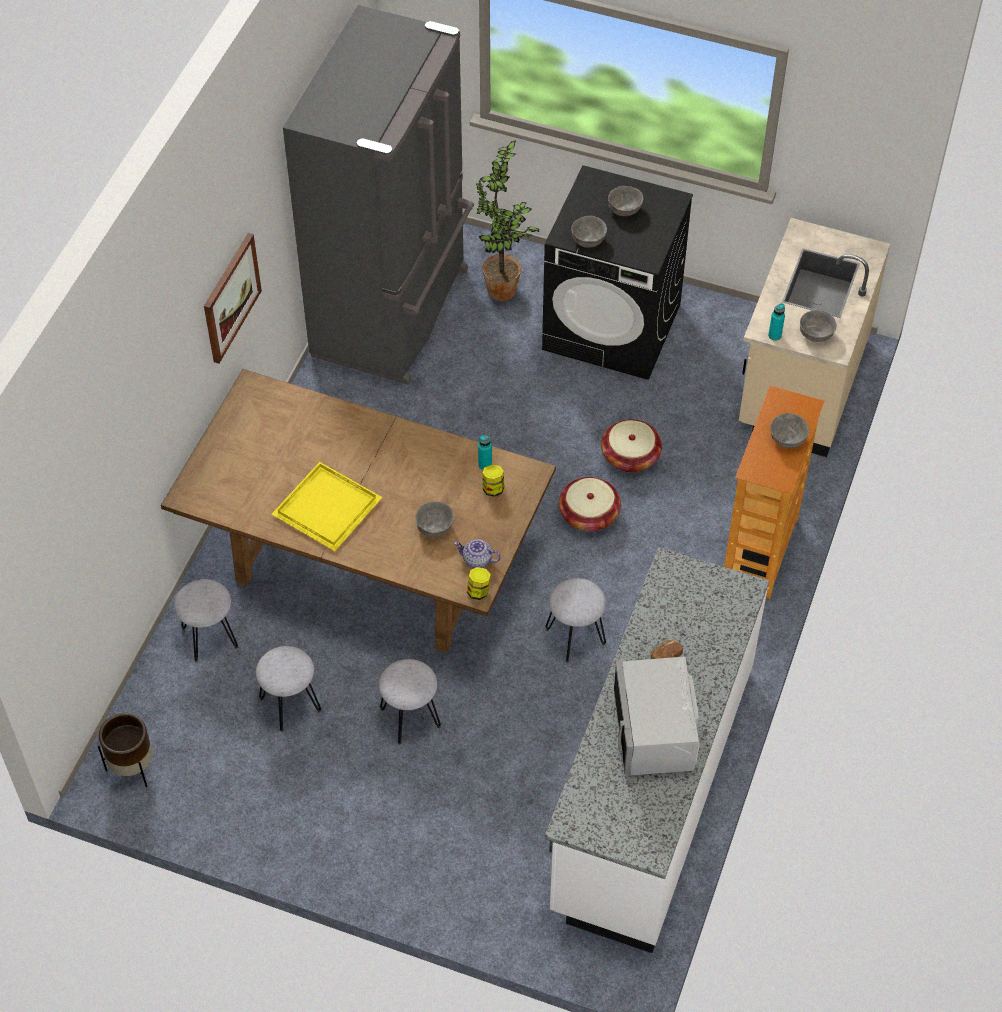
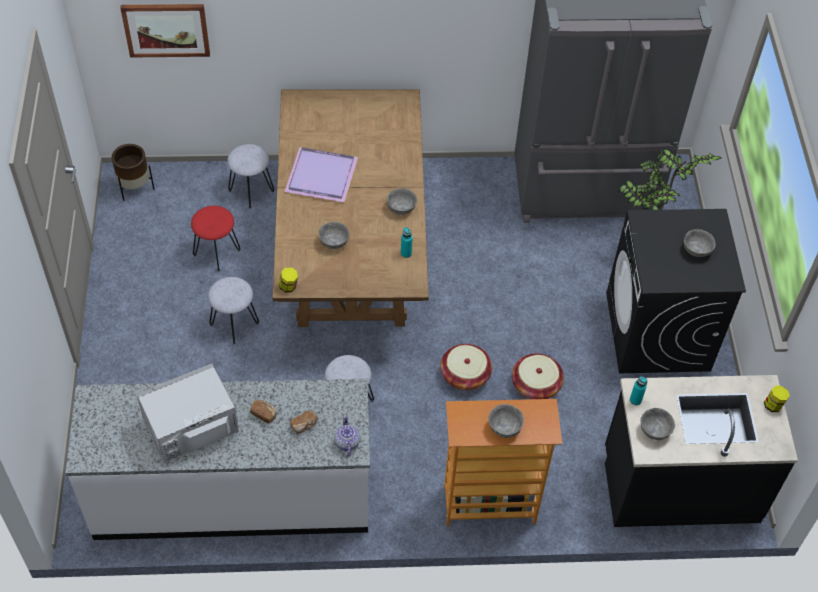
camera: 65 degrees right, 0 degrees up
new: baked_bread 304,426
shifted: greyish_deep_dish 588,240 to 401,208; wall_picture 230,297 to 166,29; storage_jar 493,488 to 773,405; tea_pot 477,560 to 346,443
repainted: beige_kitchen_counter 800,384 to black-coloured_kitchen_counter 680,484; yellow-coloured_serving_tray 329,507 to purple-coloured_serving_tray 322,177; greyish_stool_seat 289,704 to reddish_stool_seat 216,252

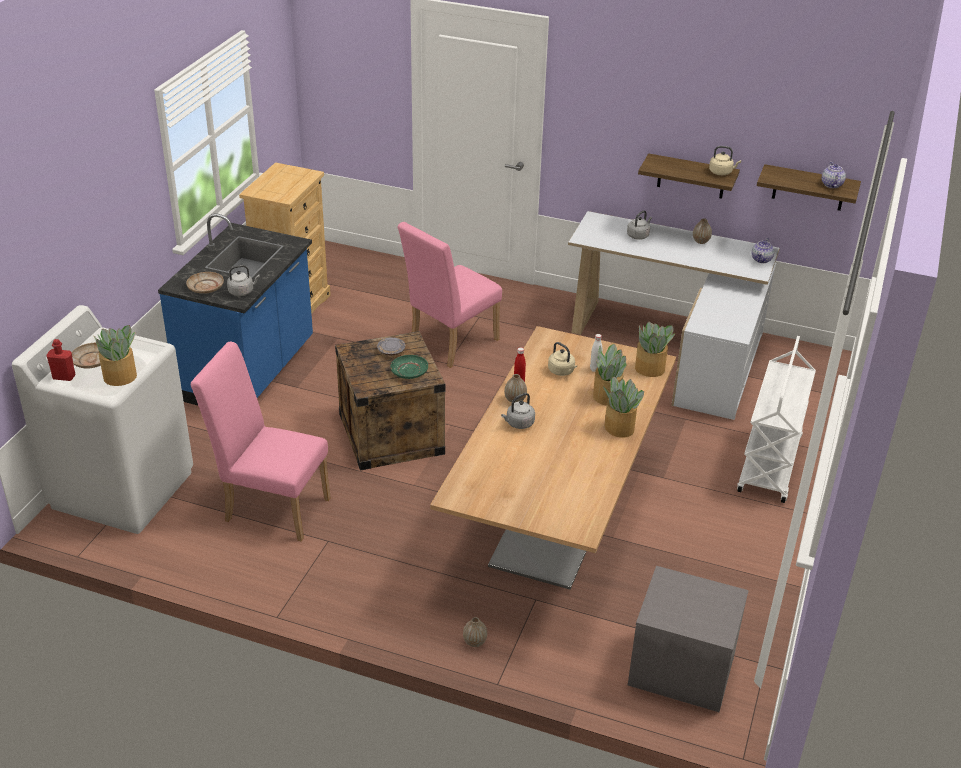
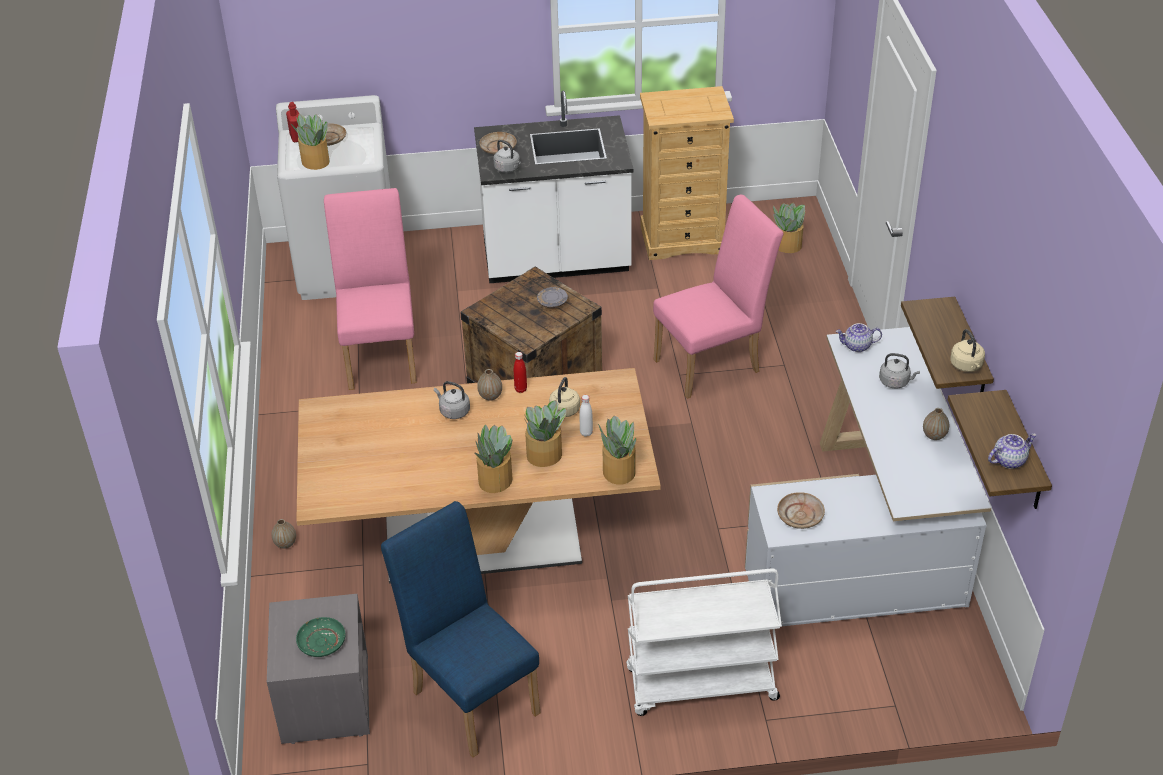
camera: 65 degrees right, 5 degrees up
new: potted_plant 787,245; beige_plate 800,515; blue_chair 471,695
shifted: tea_pot 761,259 to 857,346; green_plate 409,371 to 321,642
repainted: blue_kitchen_counter 249,372 to white_kitchen_counter 556,260
rotated: pink-coloured_chair 449,344 = 714,363 135 degrees clockwise

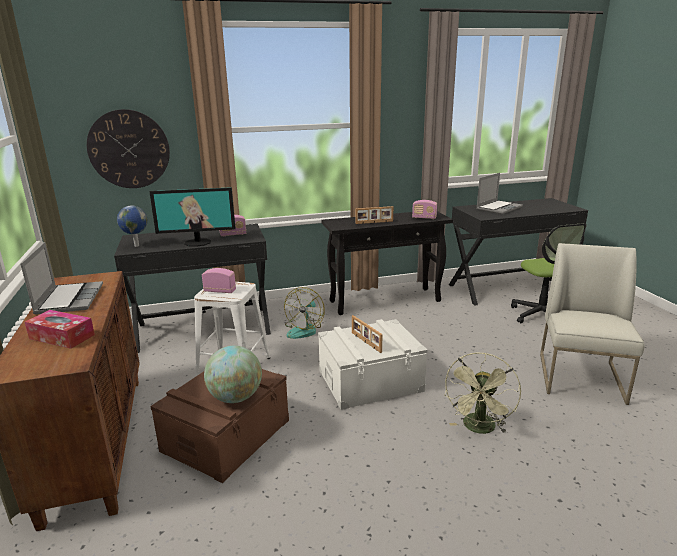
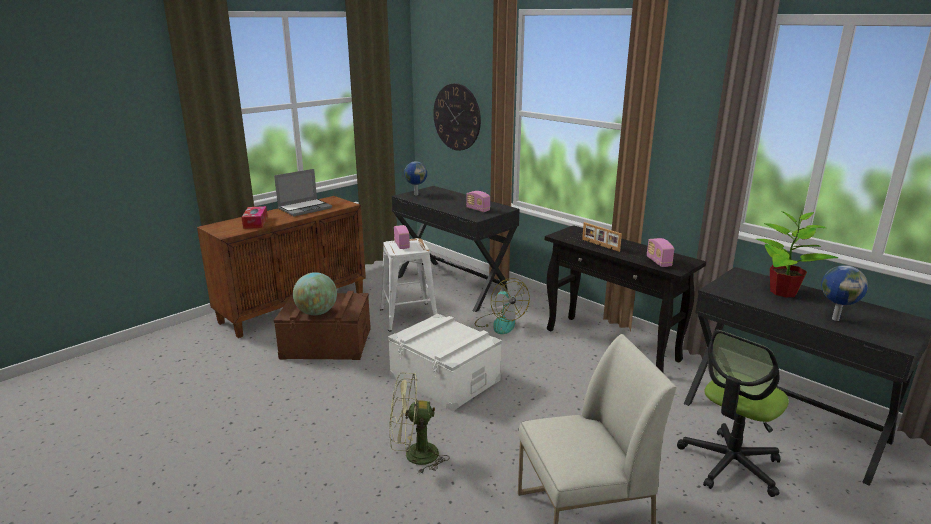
camera: 60 degrees right, 0 degrees up
gone: computer_screen 198,242; picture_frame 365,342
new: globe 835,319
swapped: notebook_computer 498,208 to potted_plant 782,292
rotated: electric_fan 304,329 = 500,323 105 degrees counterclockwise

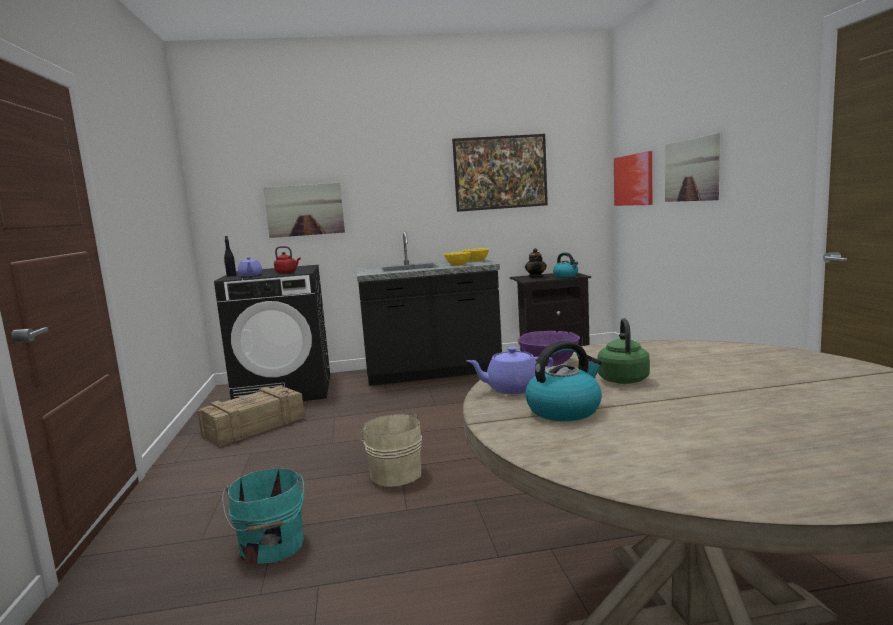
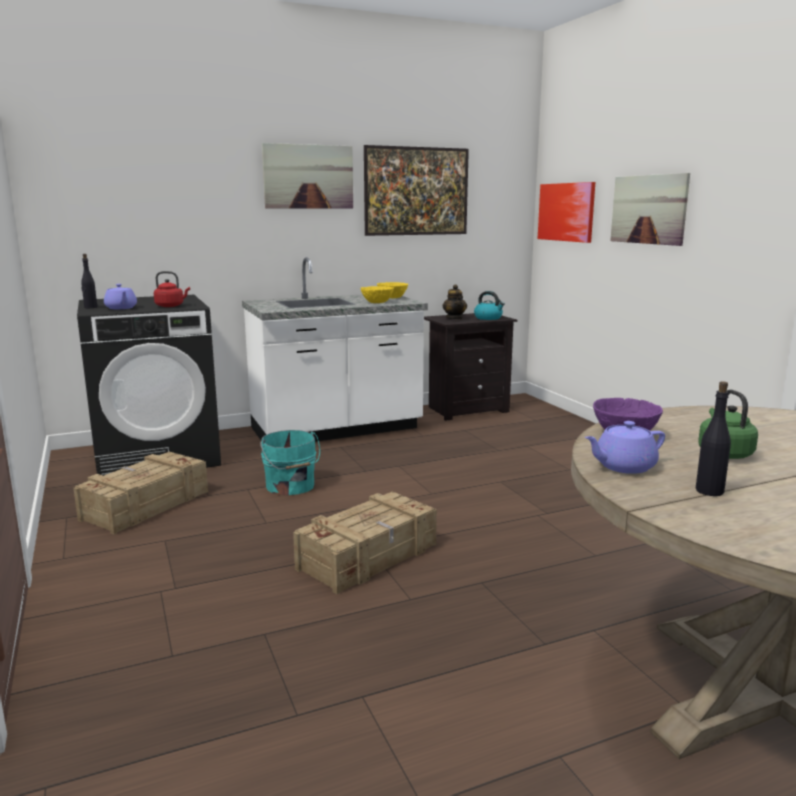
camera: 15 degrees left, 5 degrees up
shifted: wall_picture 305,210 to 308,176; turquoise_water_bucket 271,546 to 290,486
swapped: water_kettle 564,410 to black-coloured_beverage_bottle 709,491; beige_water_bucket 395,473 to packing_crate 369,556
repainted: black-coloured_kitchen_counter 432,372 to white_kitchen_counter 336,430

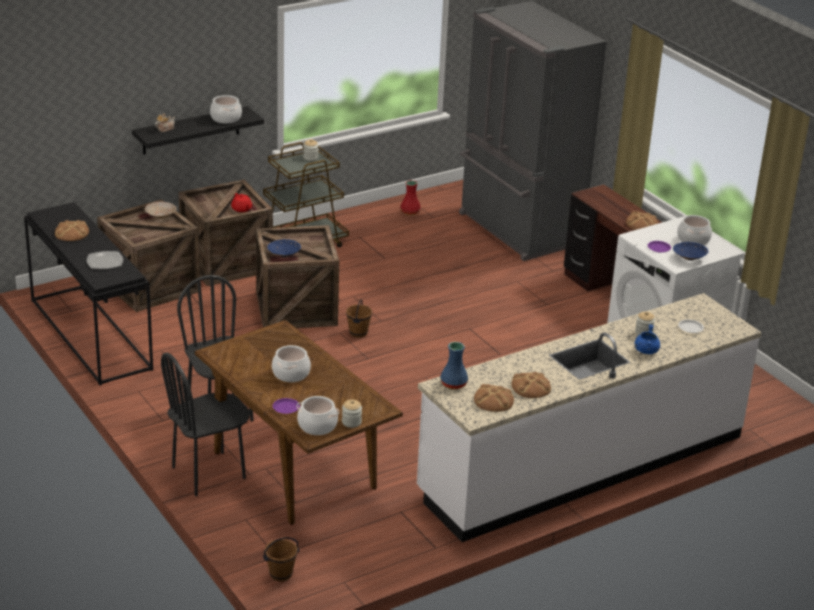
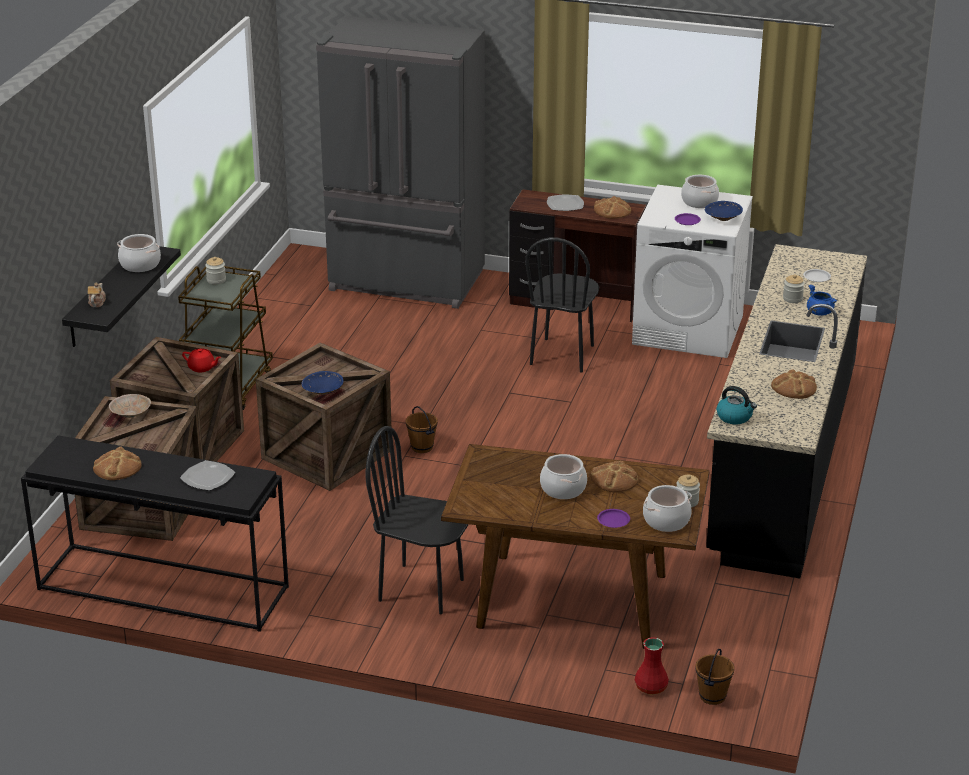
camera: 40 degrees left, 0 degrees up
new: plate 565,204
shifted: reddish_vase 409,212 to 650,687; black-coloured_chair 209,473 to 562,355; baked_bread 493,400 to 614,479
swapped: blue_vase 453,384 to water_kettle 735,417
repainted: white_kitchen_counter 582,464 to black-coloured_kitchen_counter 781,460

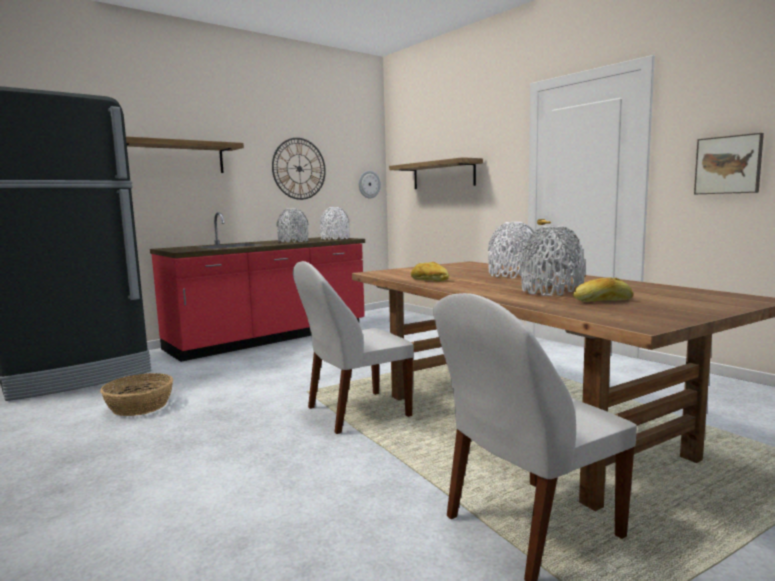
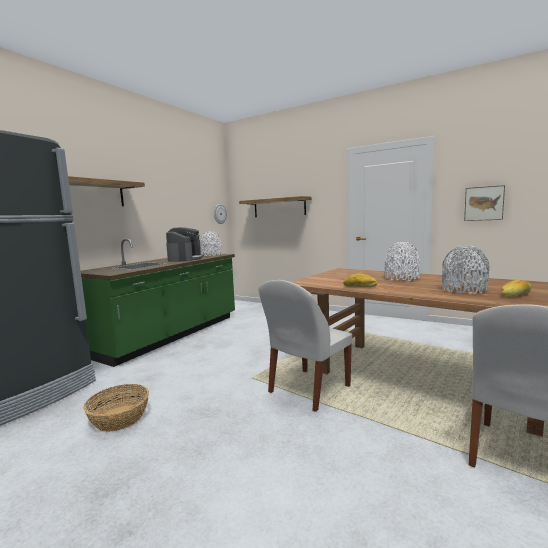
camera: 20 degrees left, 0 degrees up
gone: clock_on_the_wall 299,169
swapped: greyish_vase 293,241 to coffee_machine 185,259
repainted: reddish_kitchen_counter 270,337 to green_kitchen_counter 170,335

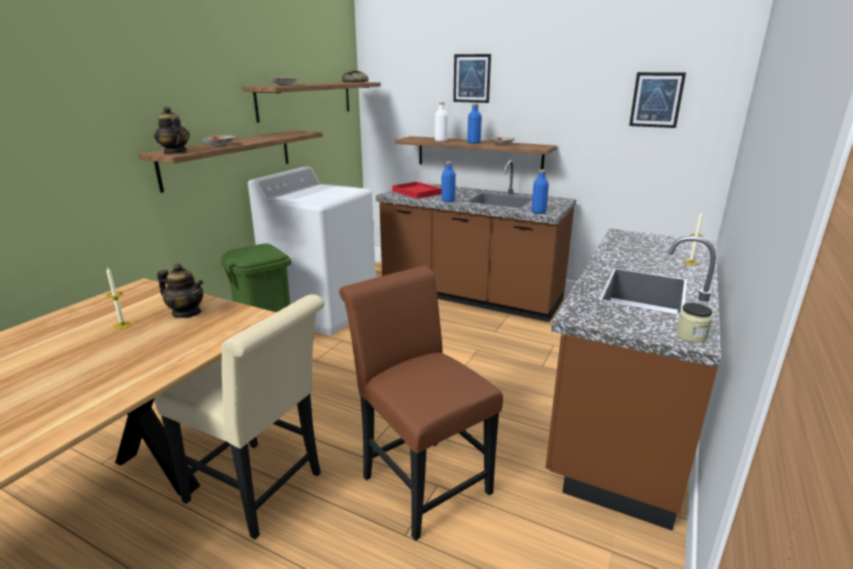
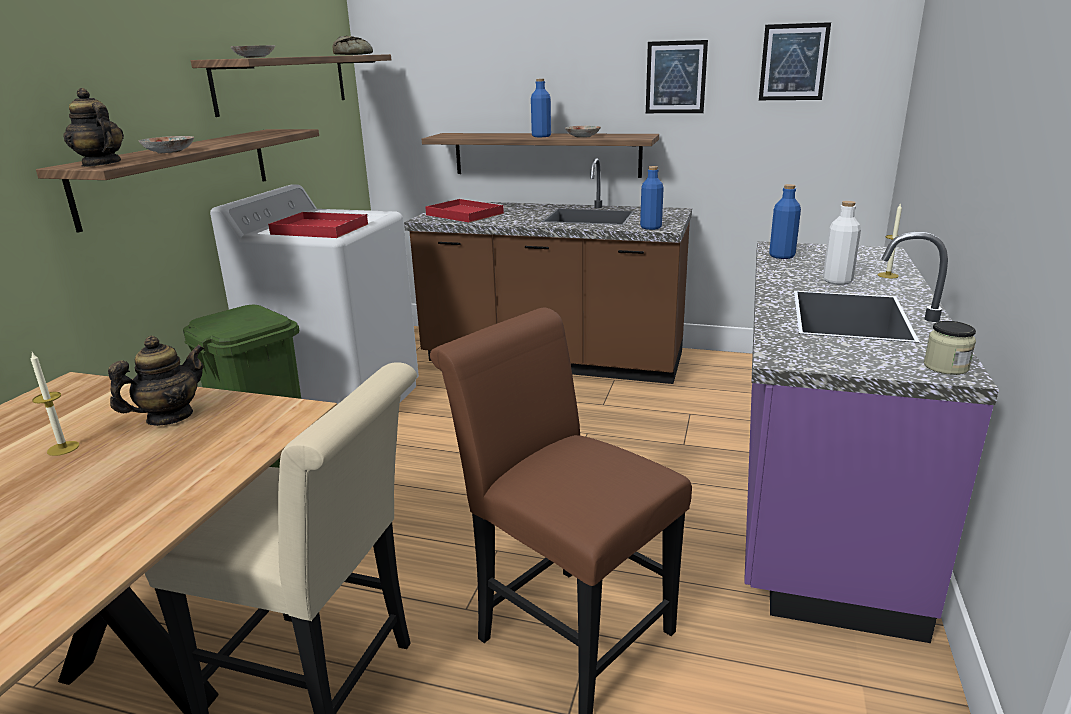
camera: 10 degrees left, 0 degrees up
new: reddish_serving_tray 318,229
shifted: wall_picture 471,78 to 676,77; white_beverage_bottle 441,140 to 837,281; blue_beverage_bottle 448,201 to 782,256
repainted: brown_kitchen_counter 623,415 to purple-coloured_kitchen_counter 814,498
rotated: tea_pot 187,313 = 169,417 60 degrees counterclockwise

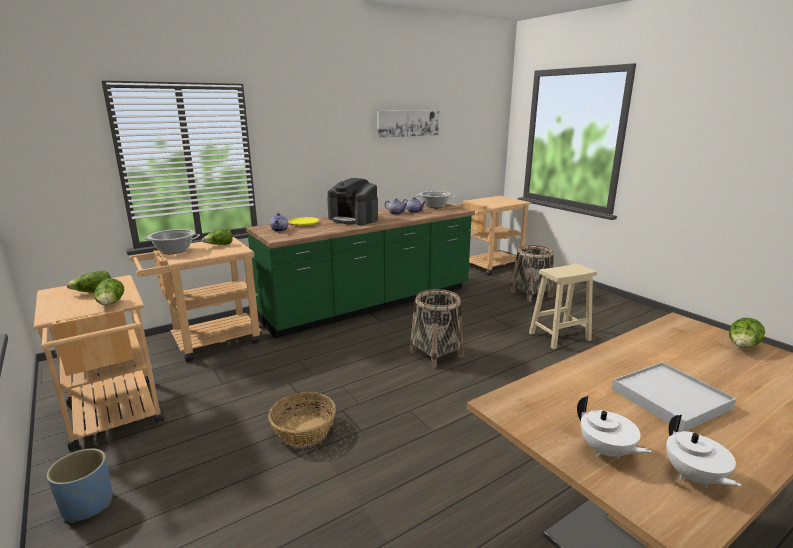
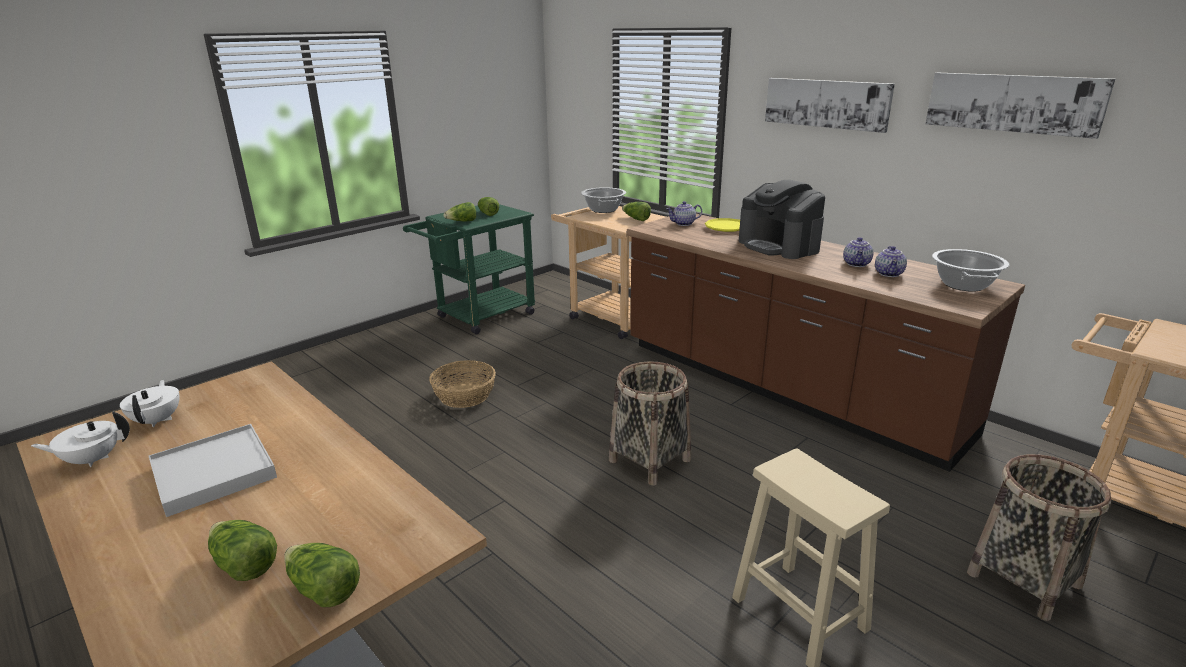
camera: 80 degrees right, 5 degrees up
gone: blue_flower_pot 88,505
new: wall_picture 826,103; head_of_lettuce 243,564
repainted: green_kitchen_counter 370,304 to brown_kitchen_counter 783,388; beige_cart 116,418 to green_cart 479,317
rotated: coffee_machine 353,219 = 779,246 60 degrees counterclockwise; white_tea_pot 606,451 = 158,420 120 degrees clockwise

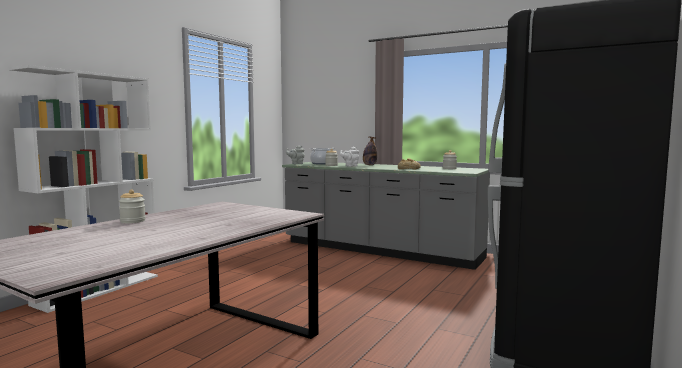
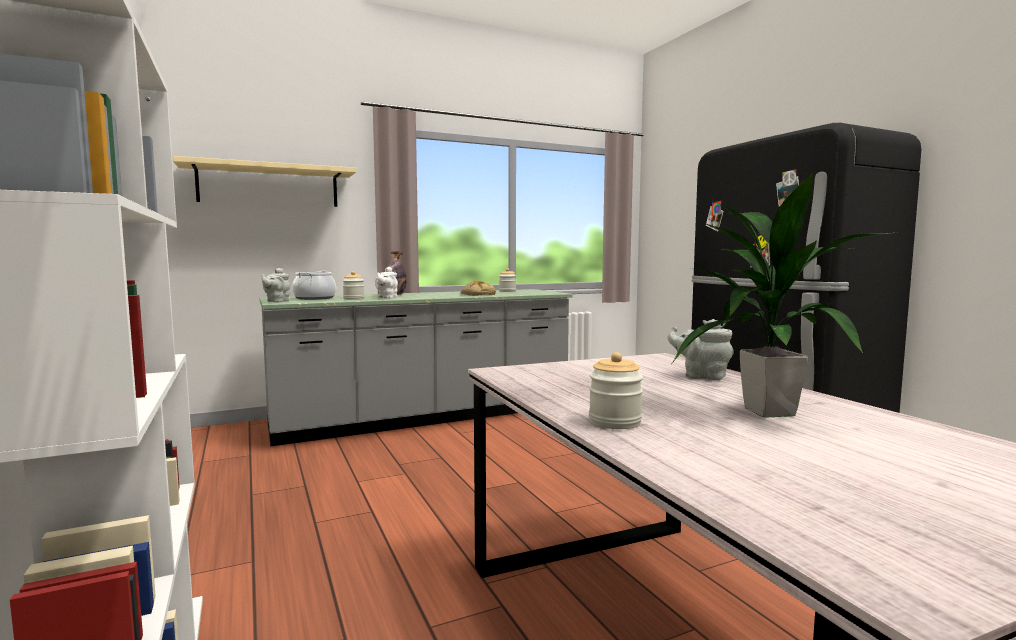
camera: 55 degrees left, 0 degrees up
new: beige_shelf 269,186; potted_plant 769,411; greyish_tea_pot 701,376

